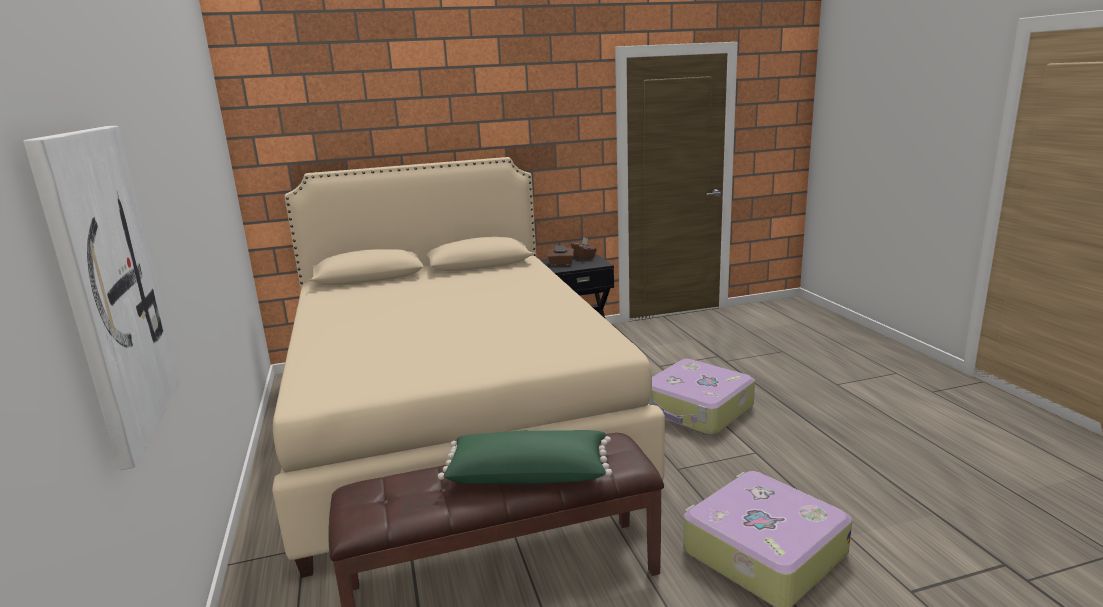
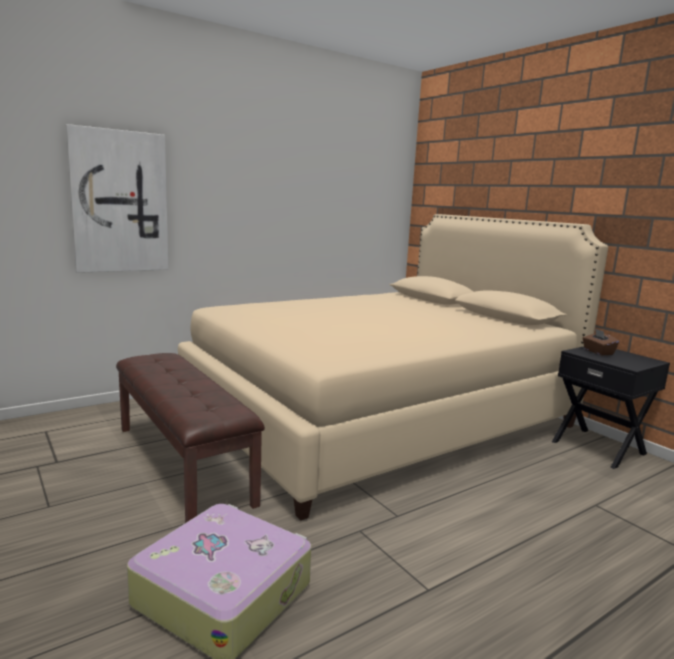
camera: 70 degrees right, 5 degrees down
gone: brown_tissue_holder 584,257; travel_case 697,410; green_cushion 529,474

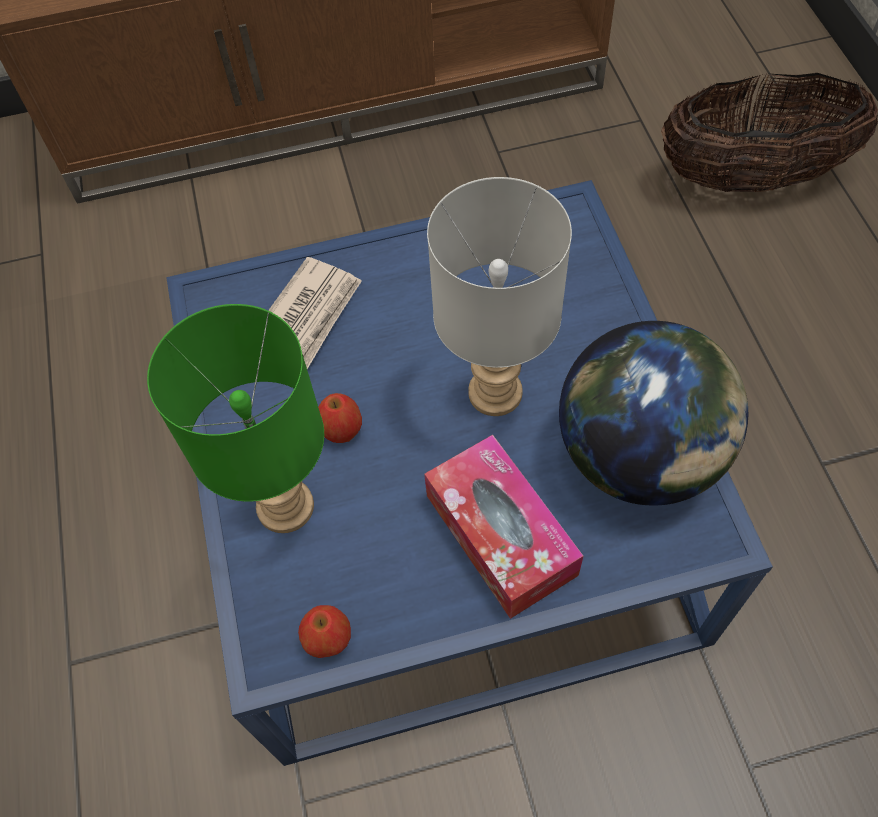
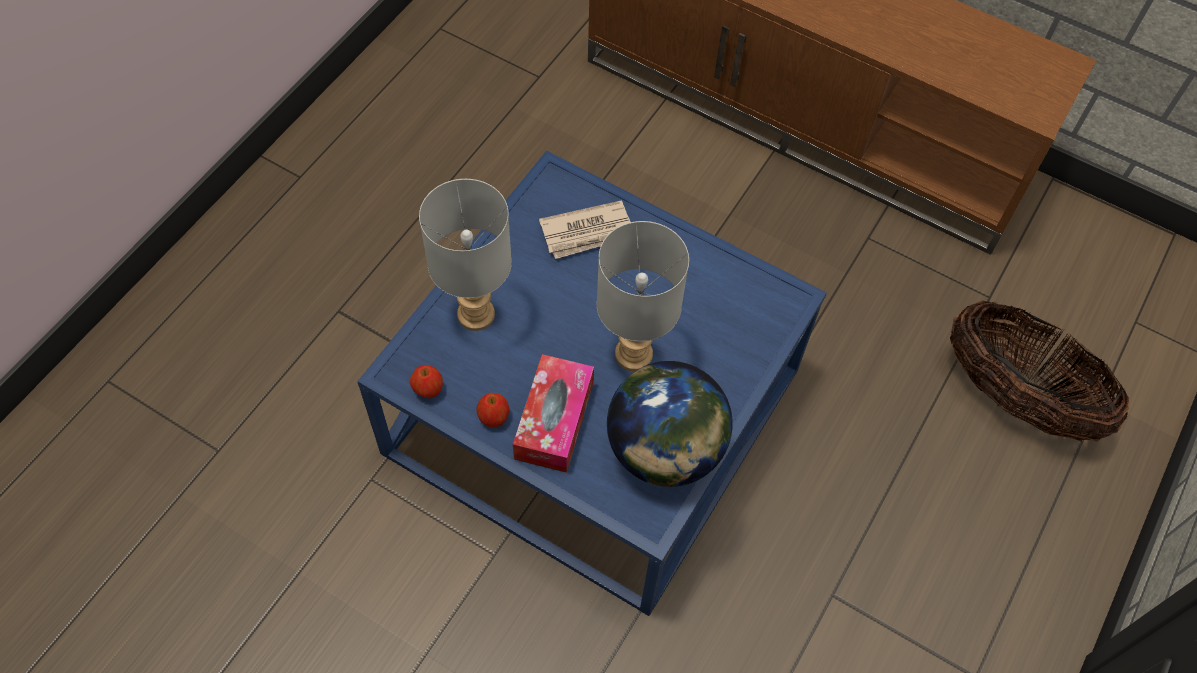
camera: 40 degrees right, 0 degrees up
shifted: apple 342,430 to 494,418
repainted: green_lamp_for_a_table 283,508 to greyish_lamp_for_a_table 474,314

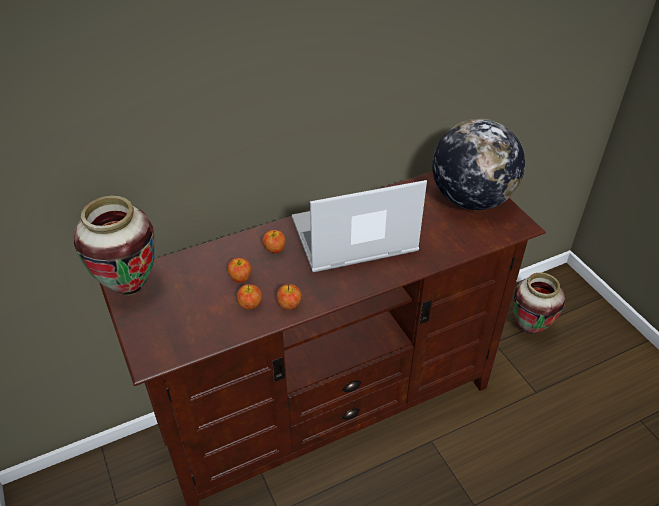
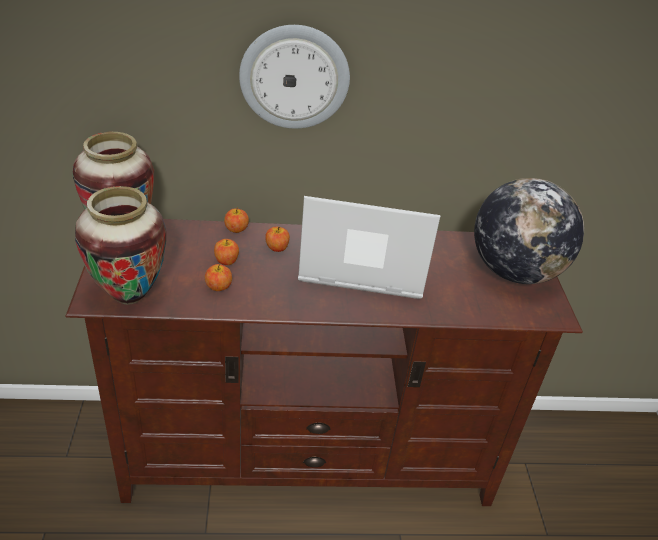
camera: 20 degrees right, 5 degrees down
new: clock_on_the_wall 294,77
shifted: vase 529,328 to 130,296; apple 289,304 to 236,229

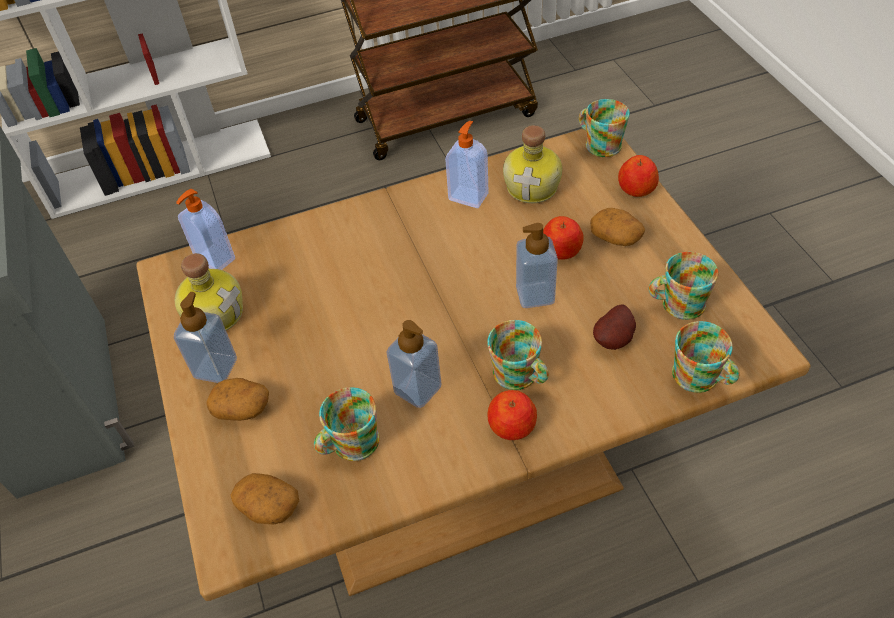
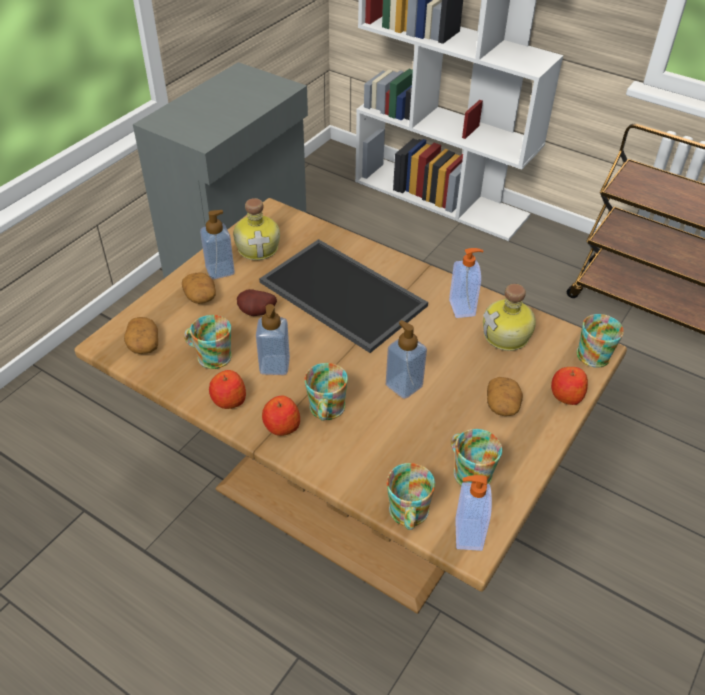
camera: 50 degrees right, 5 degrees down
new: serving_tray 339,294
shifted: liquid_soap_bottle 214,260 to 467,534; apple 561,251 to 228,400; potato 615,340 to 257,313

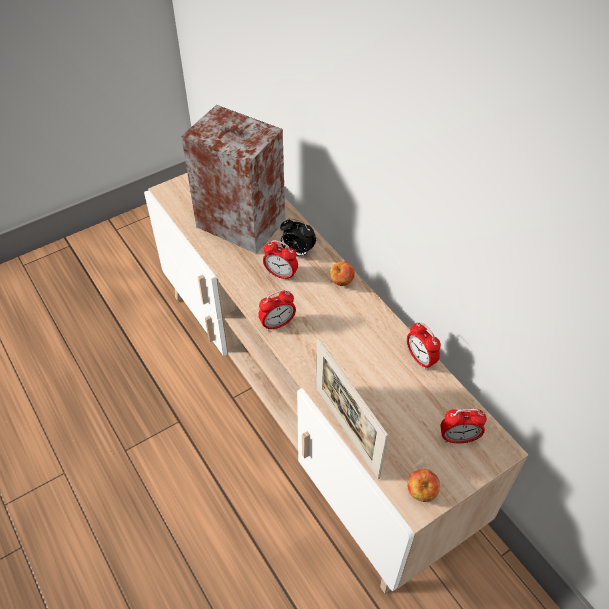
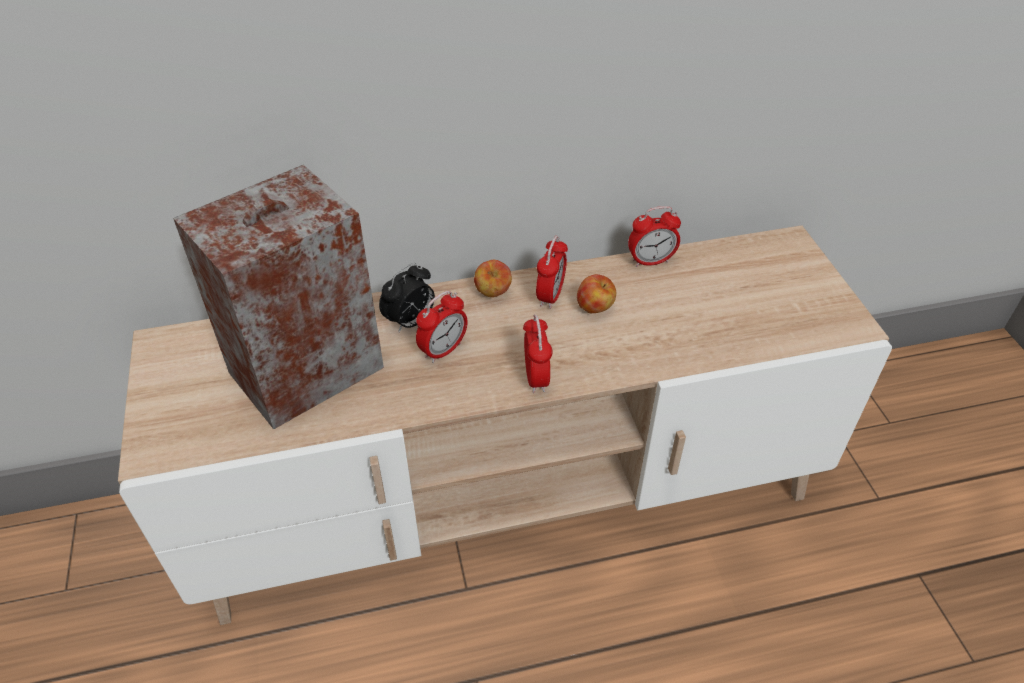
camera: 70 degrees left, 5 degrees down
gone: picture_frame 346,430
shifted: table_clock 458,438 to 550,296; apple 421,492 to 595,308

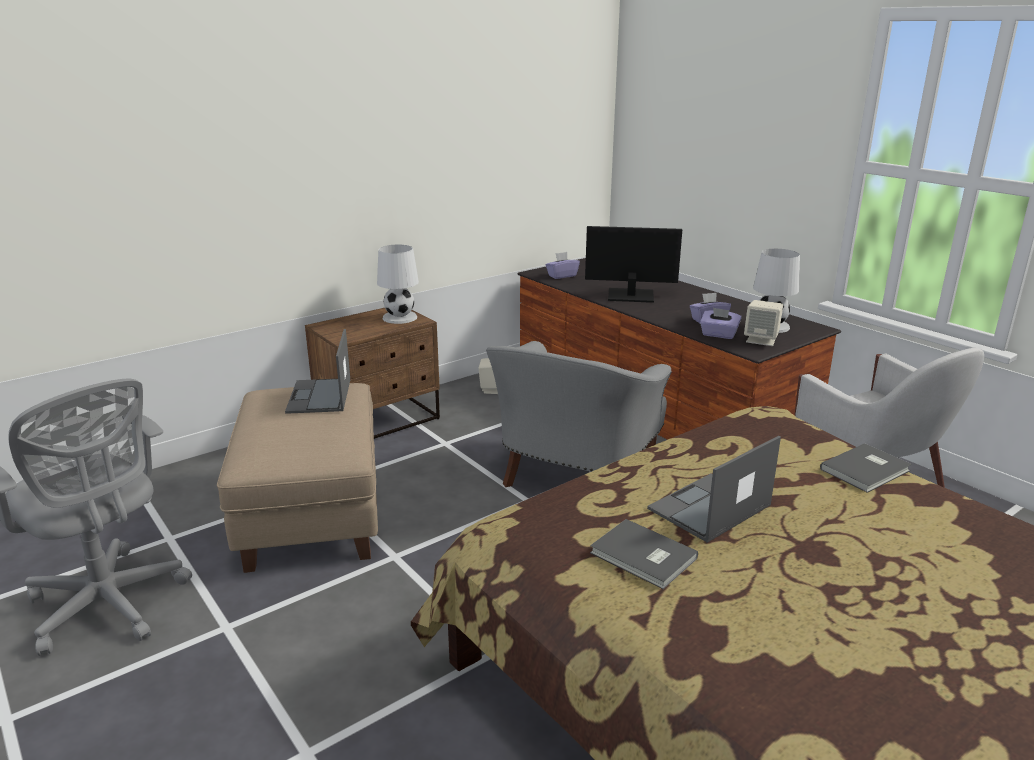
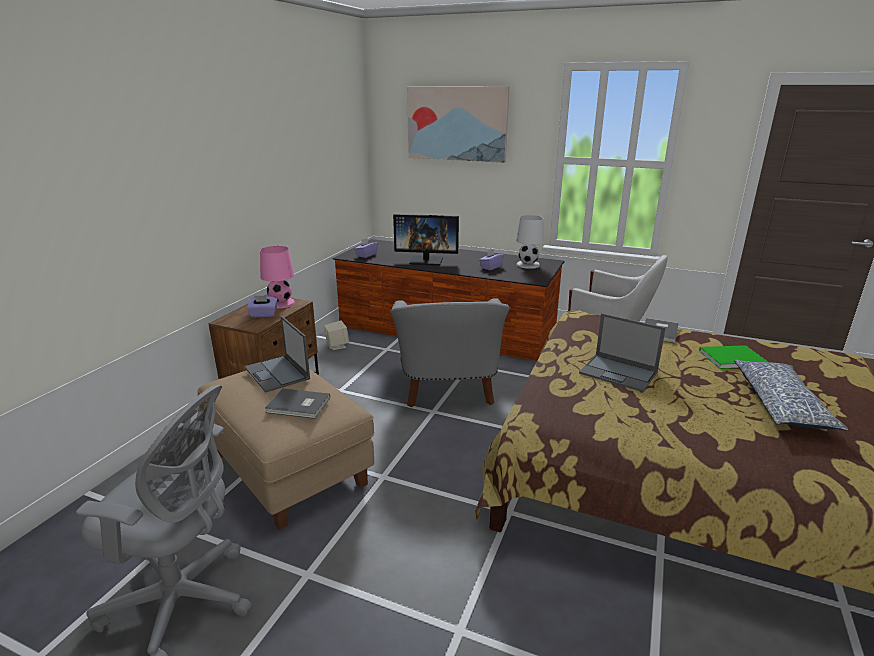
camera: 30 degrees left, 0 degrees up
gone: beige_audio_speaker 761,340
new: wall_picture 457,123; green_bound_book 729,358; cushion 781,404
shifted: purple-coloured_tissue_holder 718,335 to 263,315; greyish_bound_book 643,557 to 298,406
repainted: white_lamp_for_a_table 400,317 to pink-coloured_lamp_for_a_table 280,303
rotated: computer_screen 630,295 = 426,260 150 degrees counterclockwise; notebook_computer 708,508 = 619,373 75 degrees counterclockwise

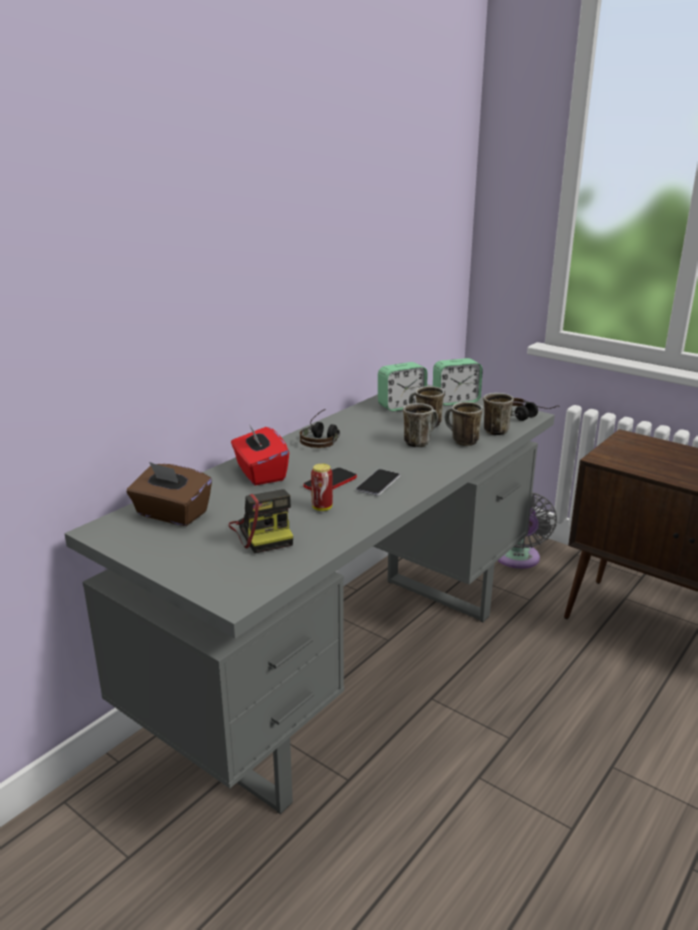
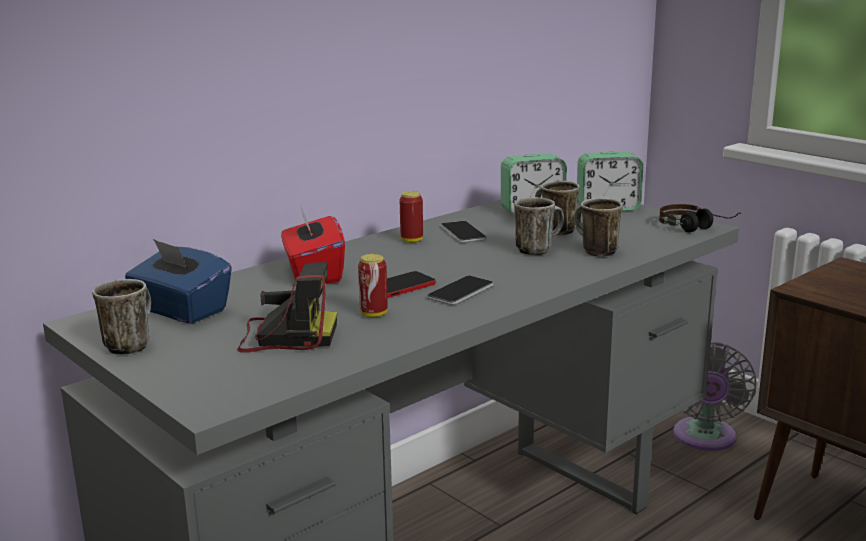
camera: 10 degrees right, 5 degrees down
new: phone 462,233
shifted: coffee_mug 494,430 to 130,344
swapped: headset 322,438 to can 411,240
repainted: brown_tissue_holder 171,514 to blue_tissue_holder 181,310
rotated: still_camera 263,533 = 285,336 75 degrees counterclockwise

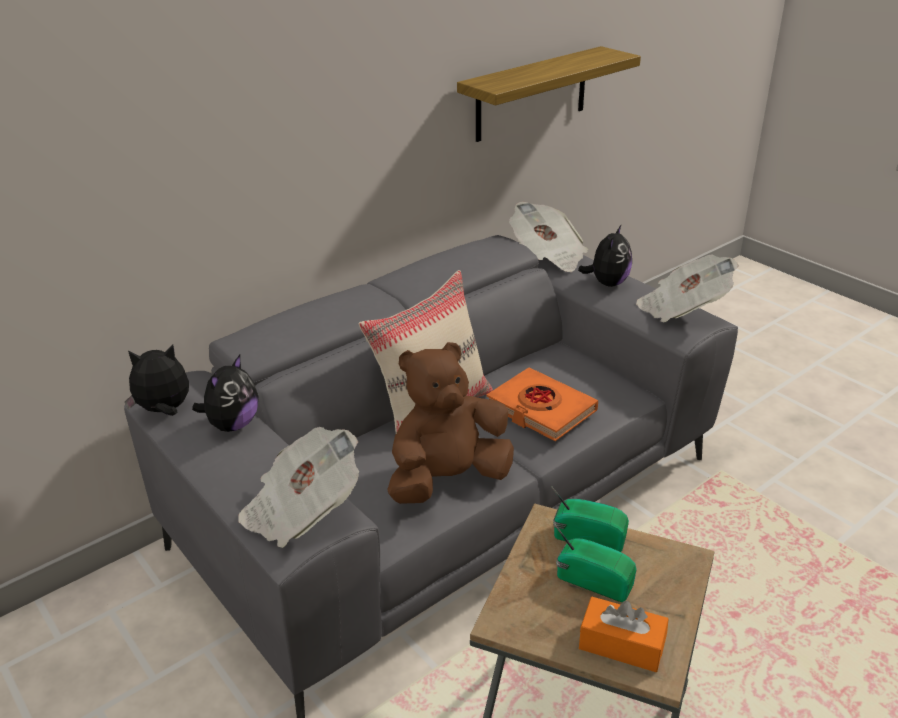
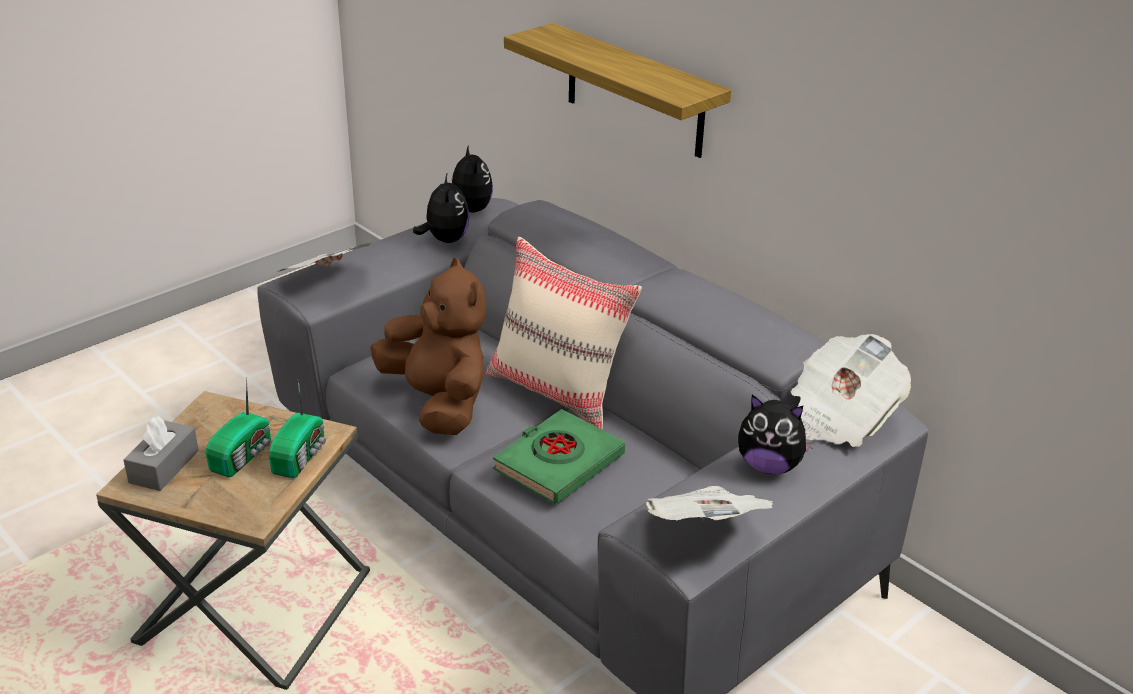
camera: 85 degrees right, 0 degrees up
shifted: shelf 531,94 to 634,91
repainted: orange-coloured_bound_book 540,409 to green_bound_book 558,463; orange-coloured_tissue_holder 621,645 to greyish_tissue_holder 164,467
rotated: soft_toy 232,424 = 445,240 120 degrees counterclockwise

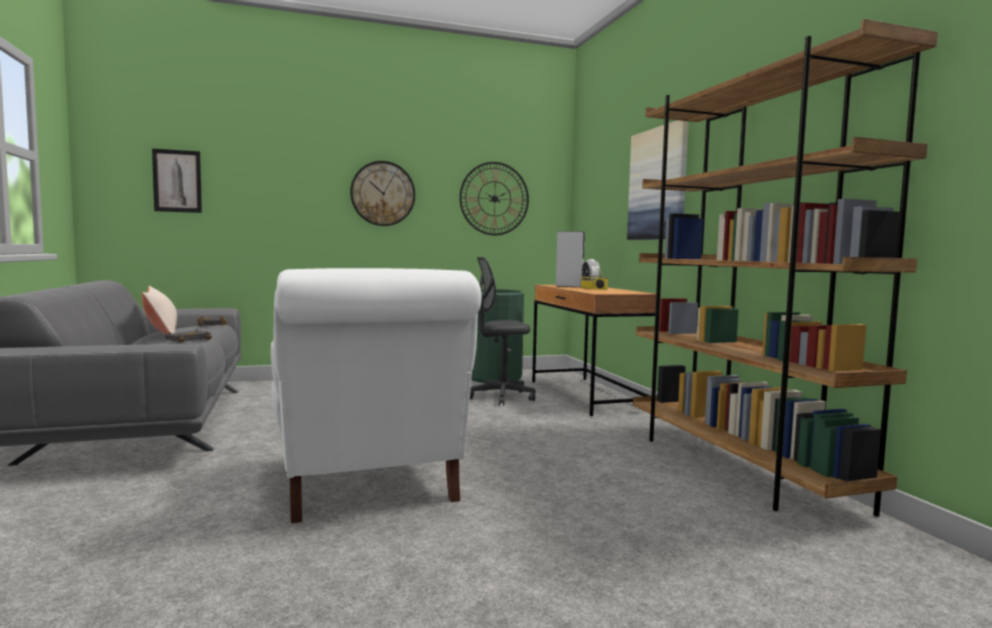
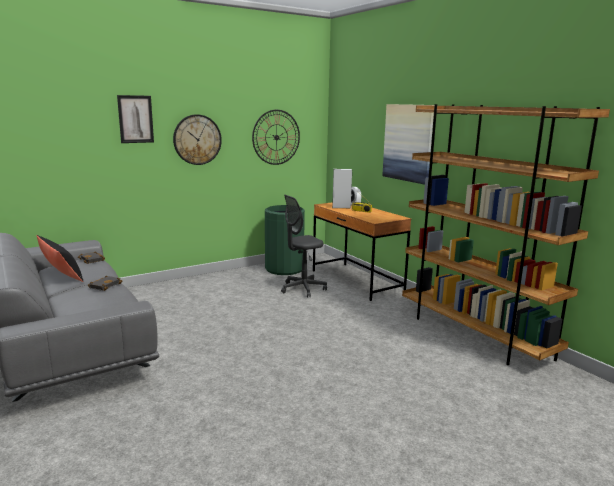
camera: 15 degrees left, 10 degrees up
gone: white_armchair 367,484
shifted: wall_picture 177,181 to 135,119
repainted: beige_cushion 161,332 to black-coloured_cushion 61,273

